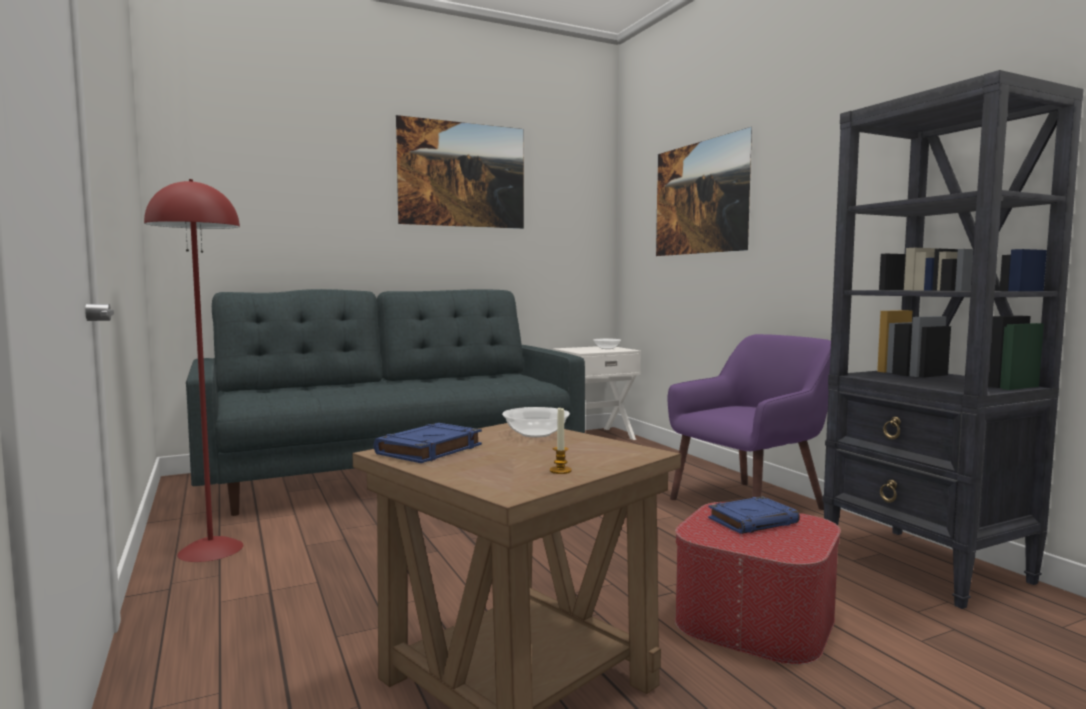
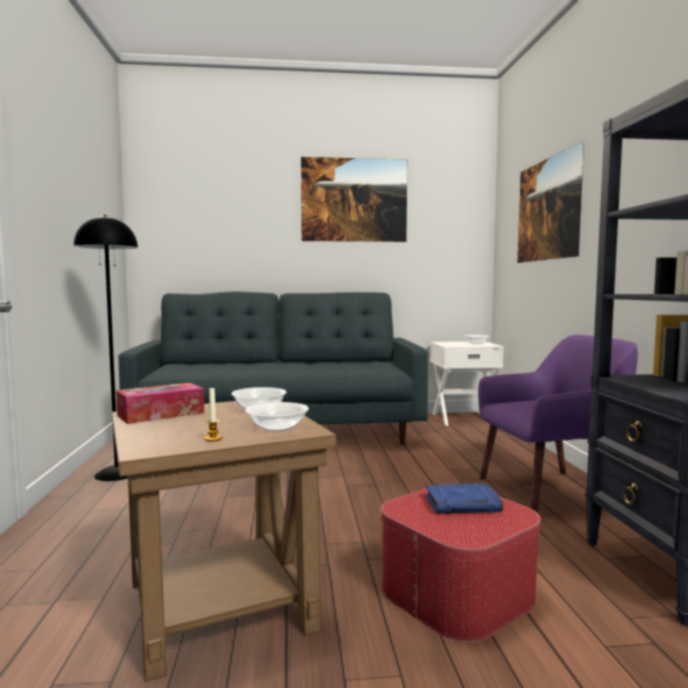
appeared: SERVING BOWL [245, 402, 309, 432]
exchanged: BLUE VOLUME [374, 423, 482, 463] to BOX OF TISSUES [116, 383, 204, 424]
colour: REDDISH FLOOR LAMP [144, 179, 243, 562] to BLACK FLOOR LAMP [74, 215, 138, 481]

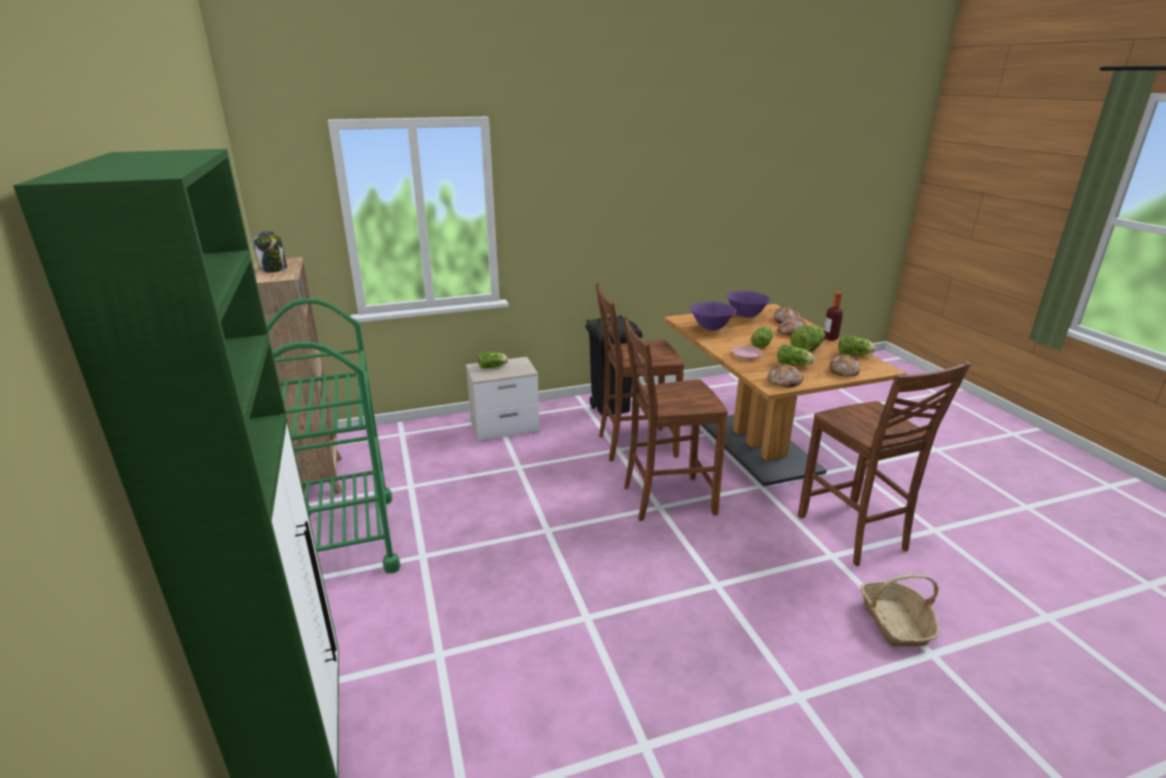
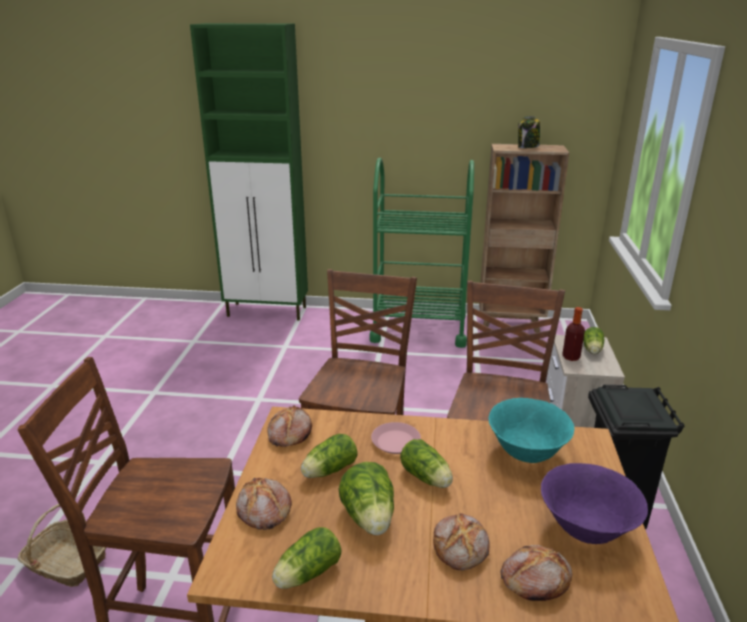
relocated: DRINK BOTTLE [824, 292, 843, 341] to [562, 307, 585, 361]
colour: PURPLE SERVING BOWL [690, 302, 737, 331] to TURQUOISE SERVING BOWL [489, 398, 575, 463]

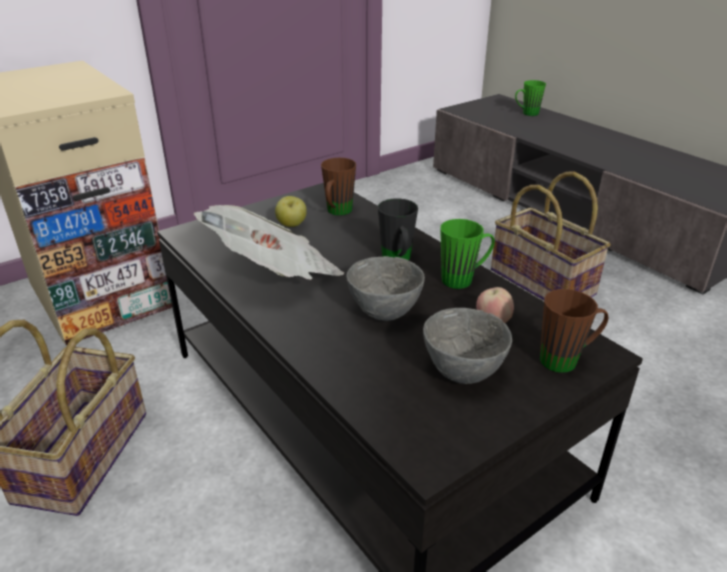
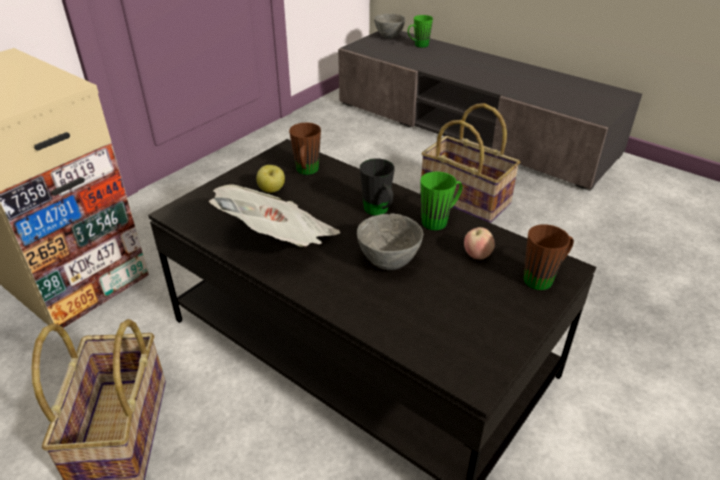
relocated: GREYISH SERVING BOWL [423, 308, 512, 384] to [374, 14, 406, 39]

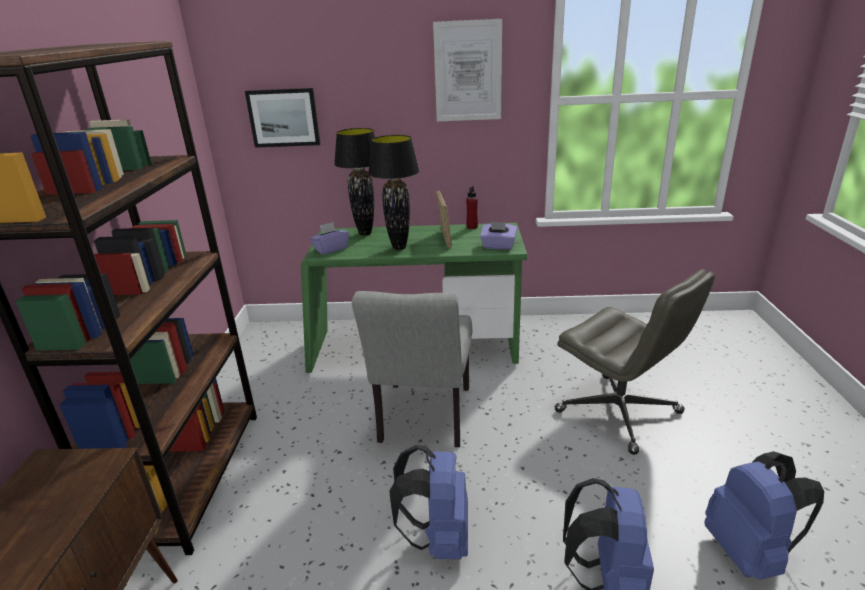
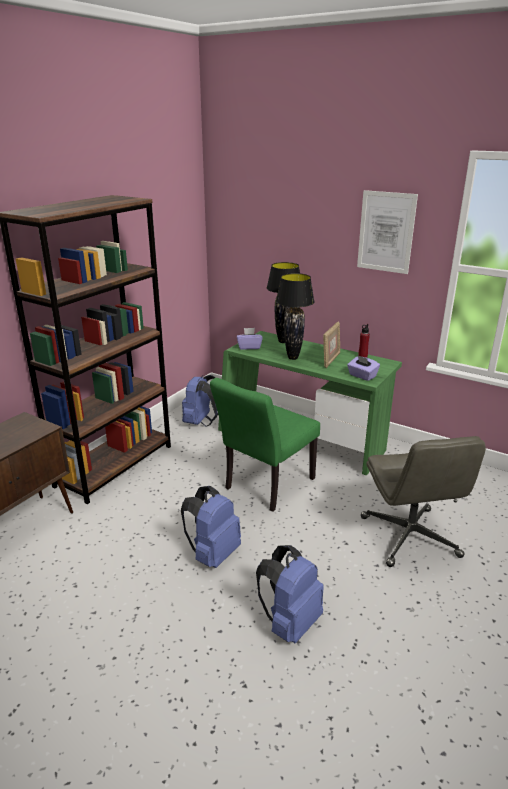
missing: WALL PICTURE [245, 88, 320, 148]
relocated: BLUE BACKPACK [704, 451, 824, 580] to [182, 375, 218, 427]
colour: GREYISH CHAIR [352, 291, 472, 447] to GREEN CHAIR [210, 378, 320, 512]

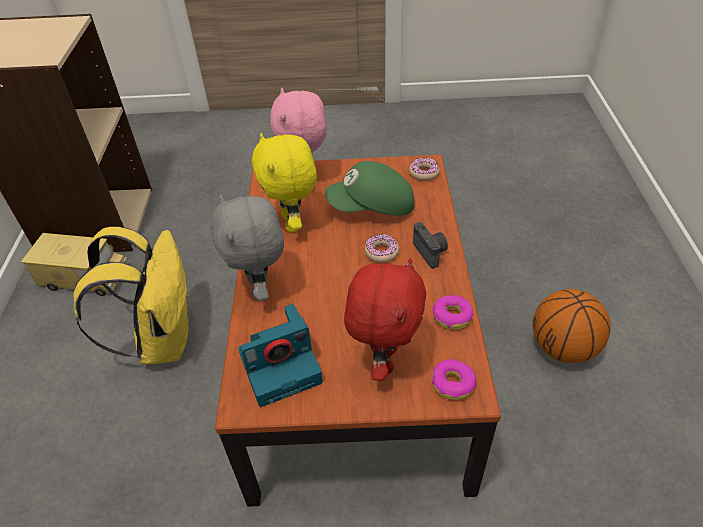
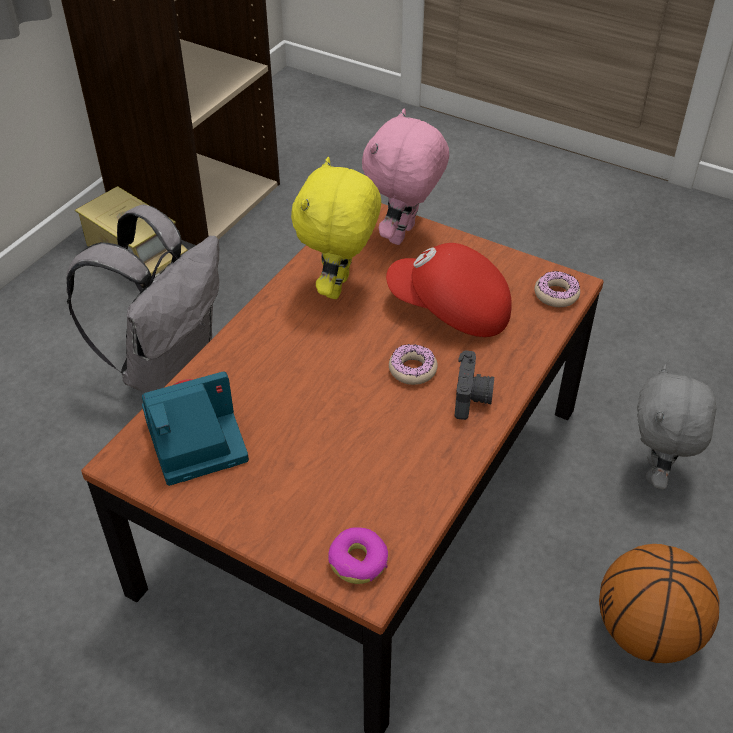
missing: REDDISH PLUSH TOY [344, 258, 426, 381]; DOUGHNUT [432, 295, 474, 329]
relocated: GREYISH PLUSH TOY [211, 194, 284, 301] to [637, 364, 716, 489]
colour: YELLOWISH BACKPACK [73, 226, 190, 364] to GREYISH BACKPACK [66, 205, 219, 393]; GREEN CAP [325, 161, 414, 215] to REDDISH CAP [386, 243, 512, 337]
spun: PHOTO CAMERA [238, 304, 323, 407] = [142, 372, 249, 486] 150 degrees clockwise

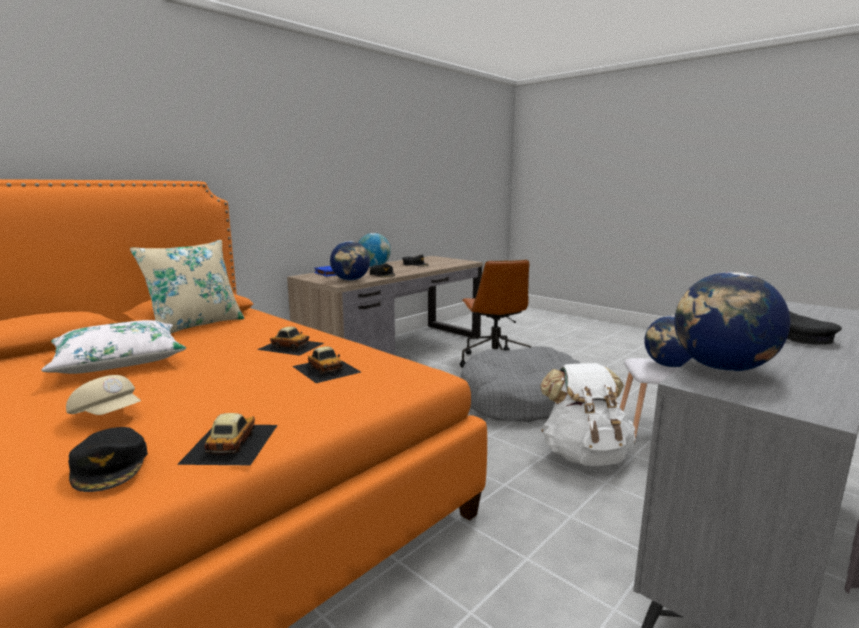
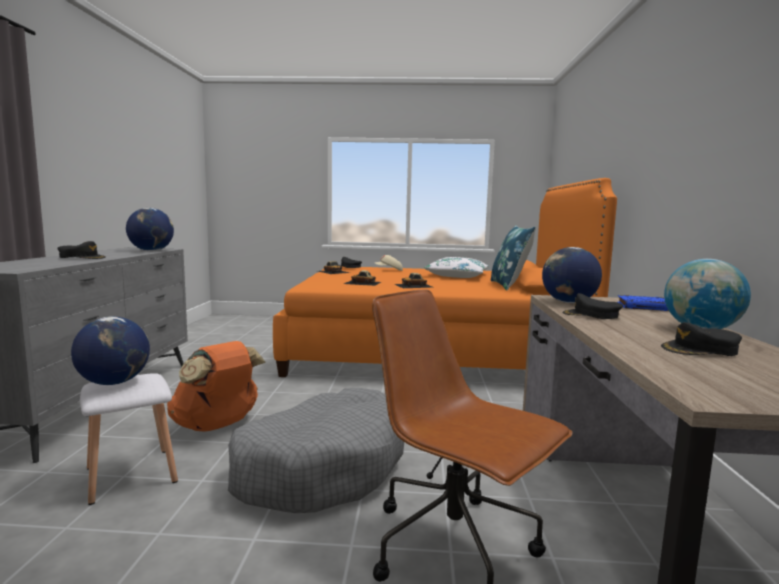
colour: BEIGE-COLOURED THROW PILLOW [130, 240, 245, 333] to BLUE THROW PILLOW [491, 225, 536, 291]; WHITISH BACKPACK [540, 363, 635, 466] to ORANGEY BACKPACK [167, 341, 266, 432]

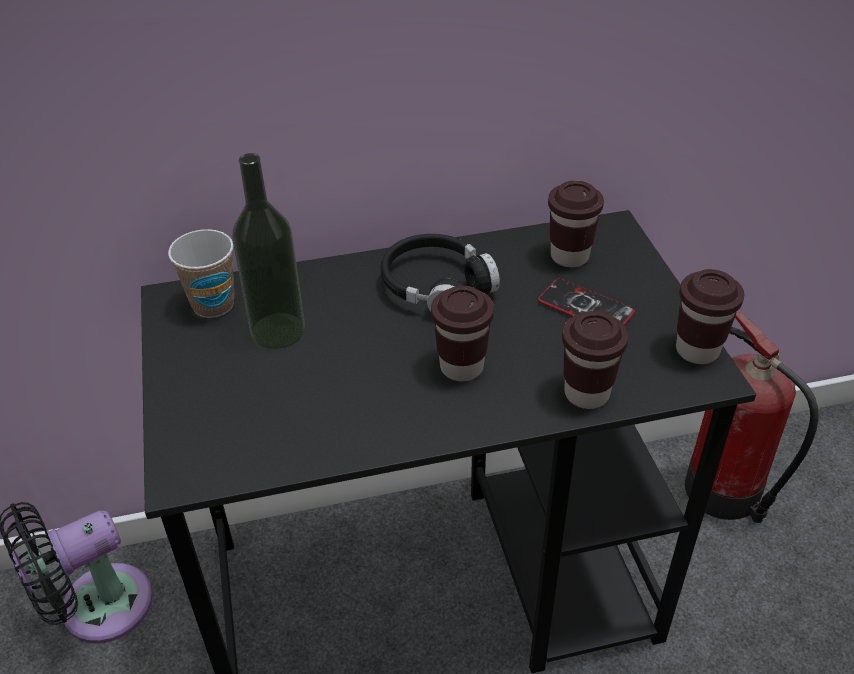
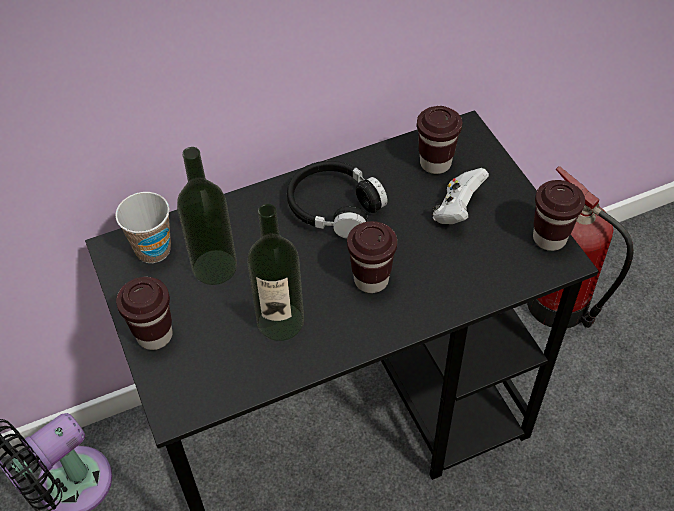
appeared: DRINK BOTTLE [247, 204, 304, 341]
relocated: BROWN CUP [562, 311, 629, 409] to [116, 277, 173, 350]
exchanged: PHONE [538, 278, 635, 326] to WHITISH JOYPAD [432, 168, 489, 224]

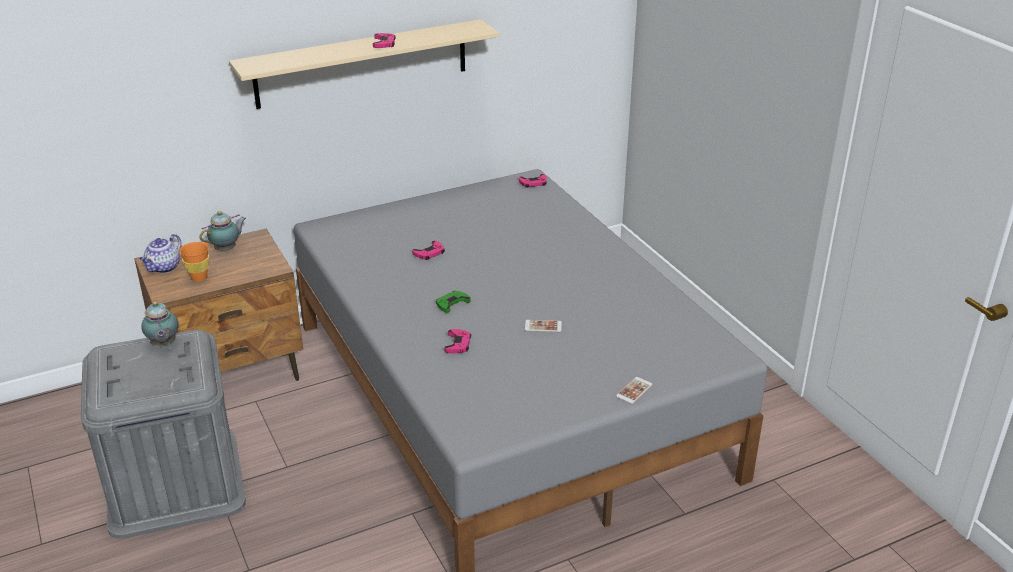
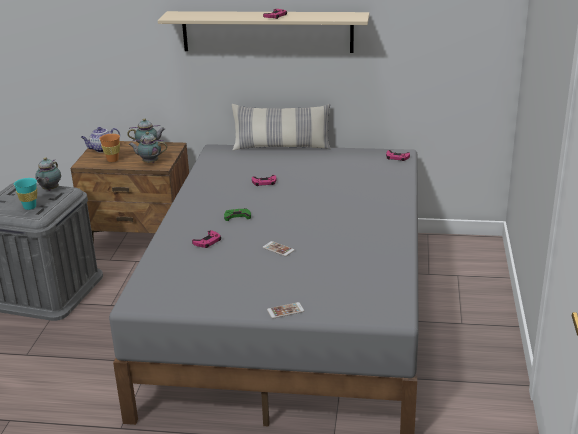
appeared: TURQUOISE CUP [14, 178, 37, 210]; TEAPOT [128, 132, 167, 163]; THROW PILLOW [232, 104, 331, 150]

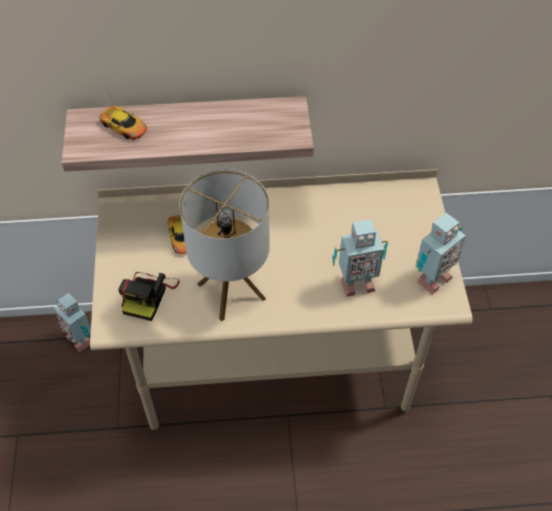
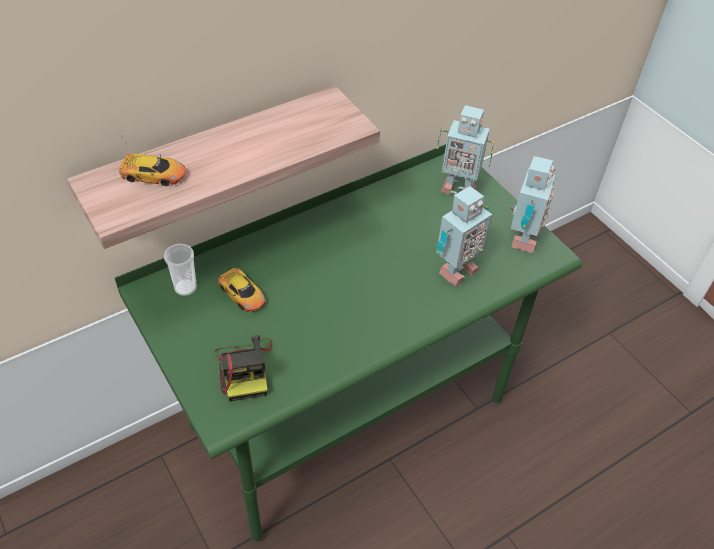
missing: TABLE LAMP [179, 169, 270, 321]
appeared: CUP [164, 244, 197, 296]
relocated: MODEL ROBOT [54, 293, 91, 352] to [437, 105, 494, 195]
colour: BEIGE-COLOURED DESK UNIT [90, 169, 473, 431] to GREEN DESK UNIT [115, 144, 582, 543]

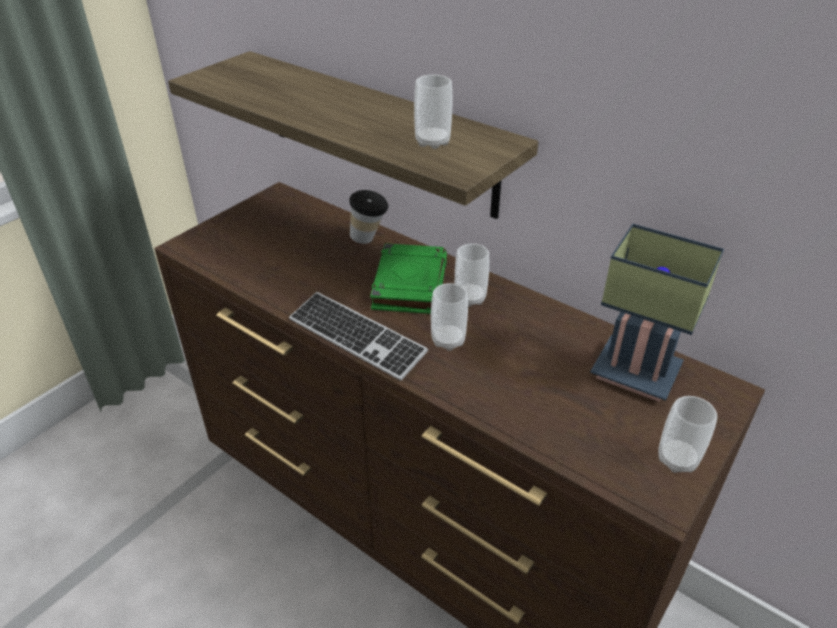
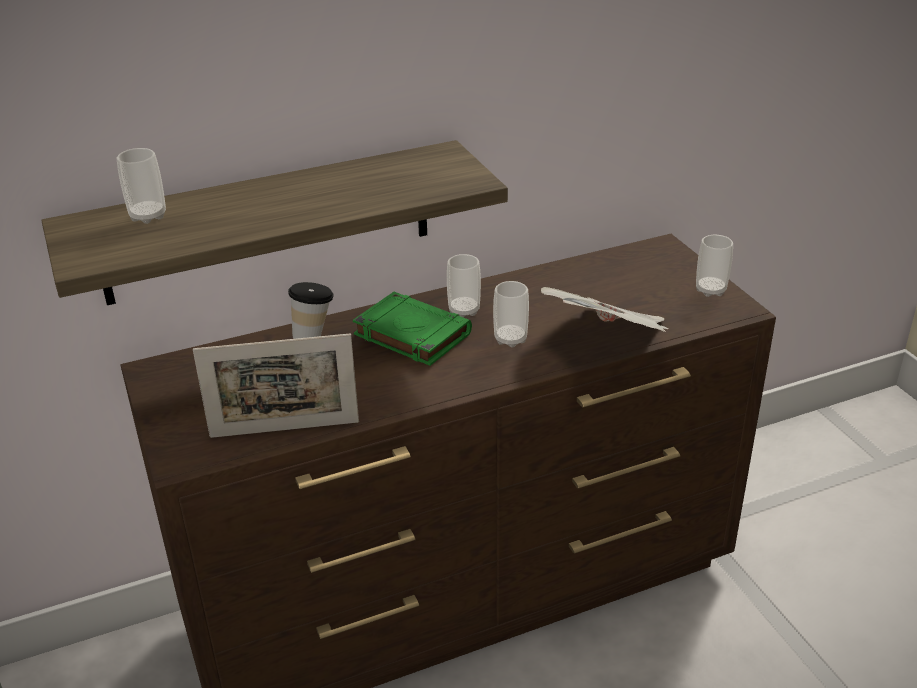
missing: PC KEYBOARD [289, 292, 428, 381]; TABLE LAMP [590, 224, 724, 402]
appeared: PICTURE FRAME [193, 334, 359, 438]; DAILY PAPER [541, 287, 669, 332]
relocated: CUP [414, 75, 452, 149] to [117, 148, 166, 224]

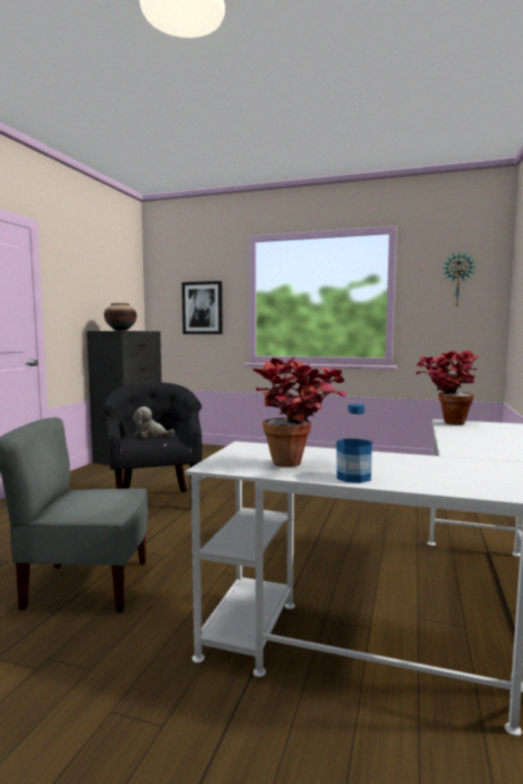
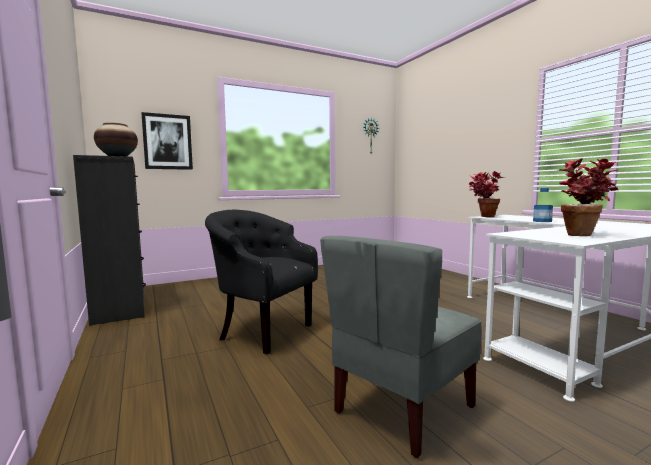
missing: PLUSH TOY [133, 407, 174, 437]
relocated: DRINK BOTTLE [336, 404, 372, 483] to [533, 188, 553, 222]

